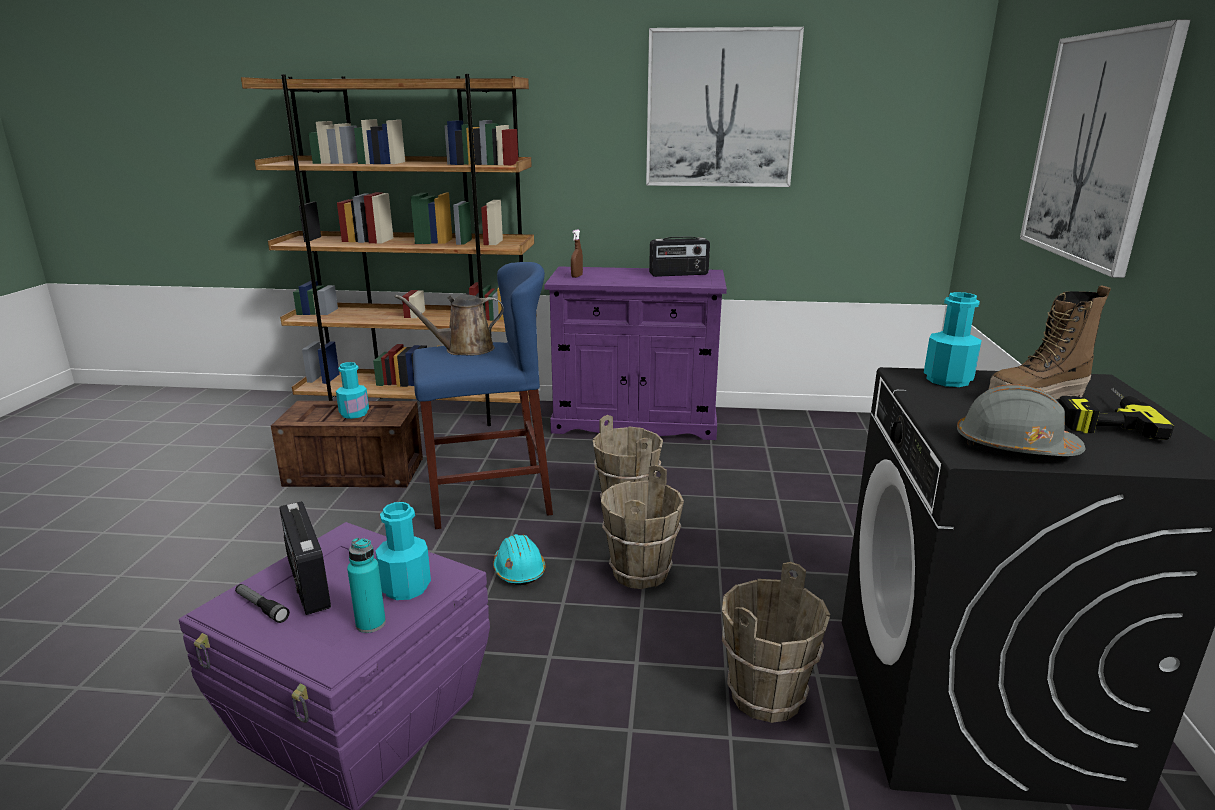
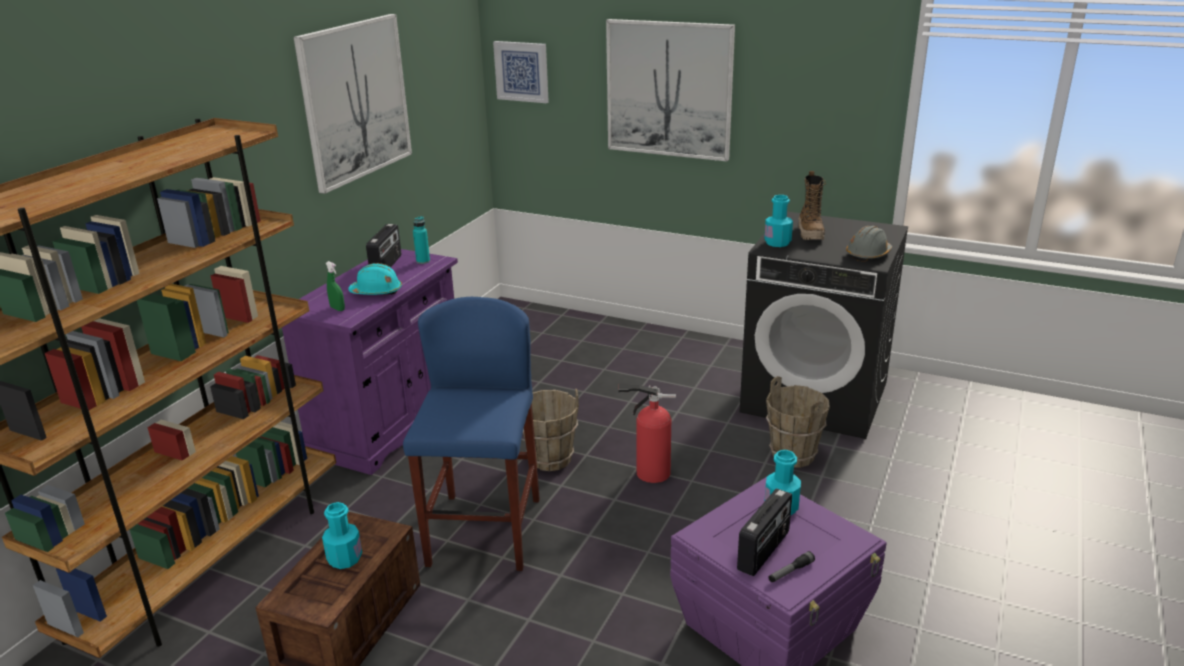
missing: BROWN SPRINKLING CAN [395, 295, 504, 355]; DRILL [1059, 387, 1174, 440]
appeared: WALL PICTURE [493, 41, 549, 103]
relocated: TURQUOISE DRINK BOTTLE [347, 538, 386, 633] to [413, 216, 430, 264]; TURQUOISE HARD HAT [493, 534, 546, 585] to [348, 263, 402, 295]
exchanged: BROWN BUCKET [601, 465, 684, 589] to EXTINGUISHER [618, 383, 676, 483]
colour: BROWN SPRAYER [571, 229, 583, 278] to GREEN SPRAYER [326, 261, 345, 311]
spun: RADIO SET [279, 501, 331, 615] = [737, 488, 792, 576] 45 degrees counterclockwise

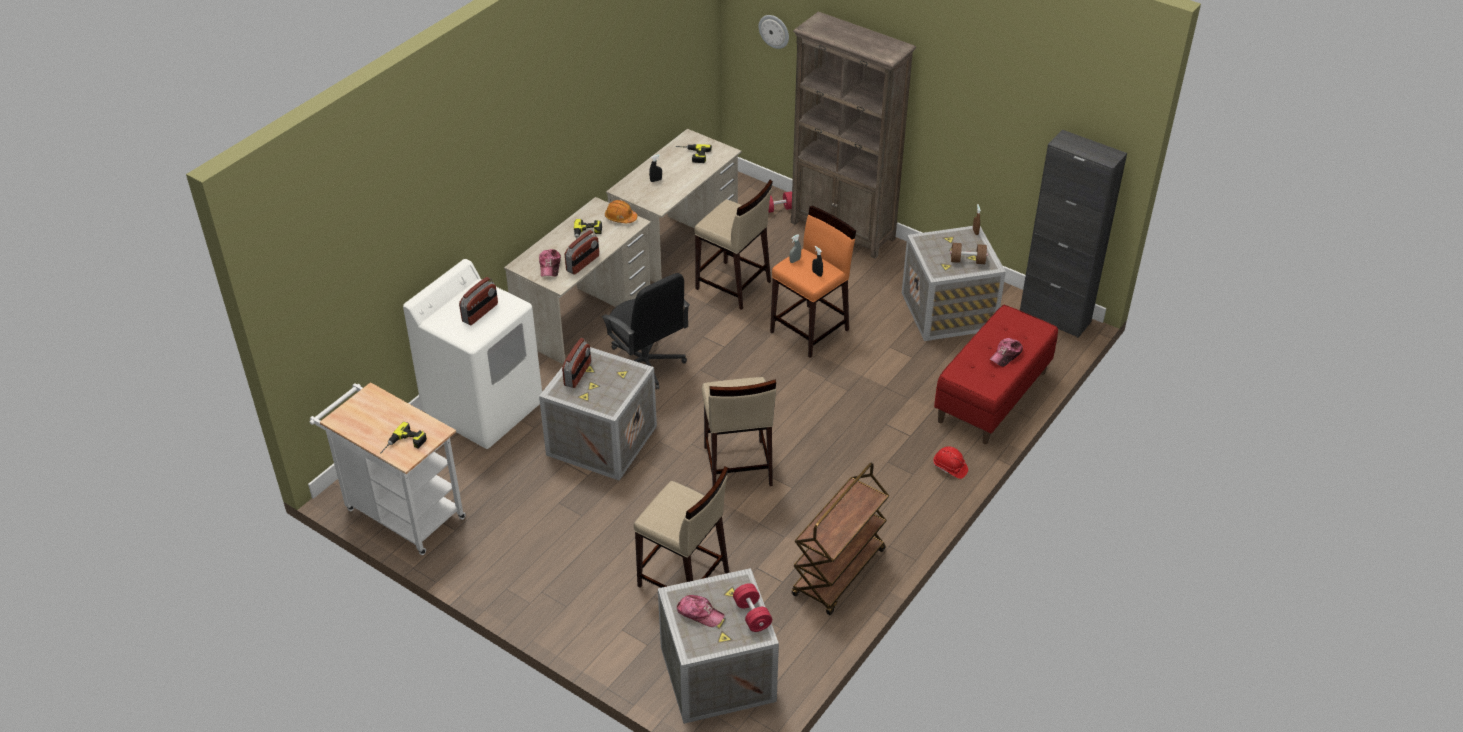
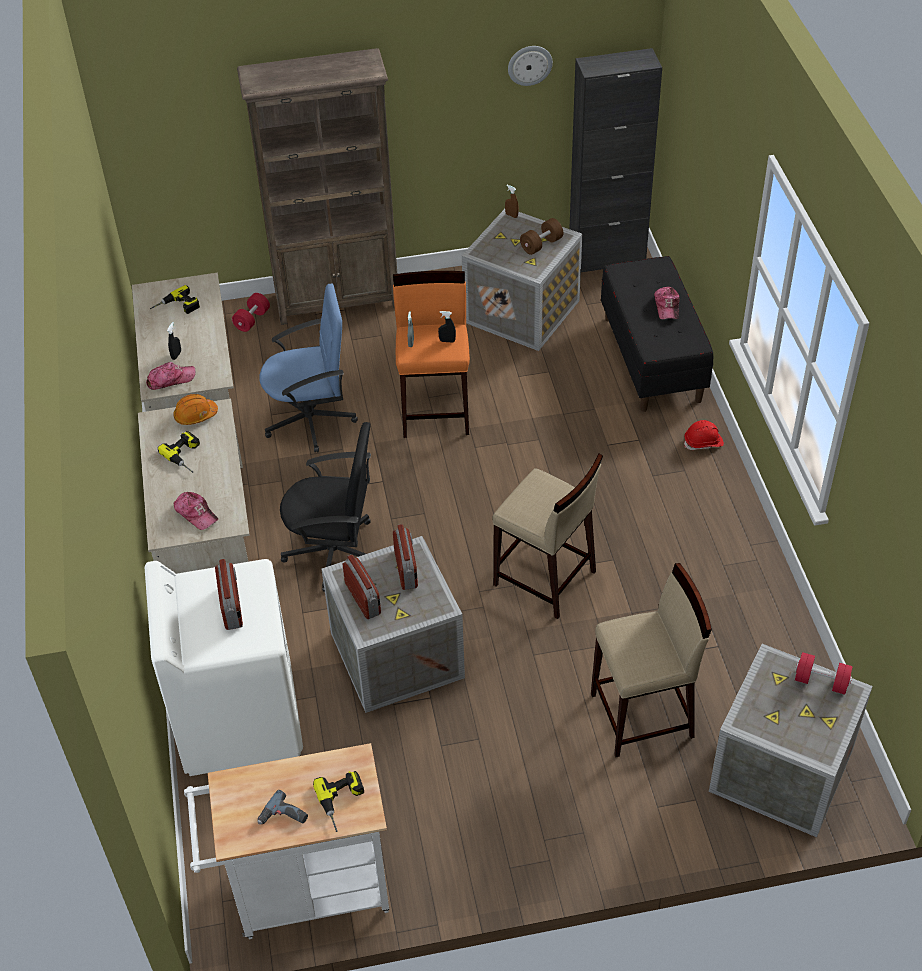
missing: BROWN WHEELED CART [792, 463, 889, 615]
appeared: DRILL [257, 790, 308, 825]
relocated: RADIO SET [565, 230, 599, 275] to [393, 524, 418, 590]; CAP [677, 595, 725, 627] to [146, 362, 196, 390]; HANGING CLOCK [758, 15, 789, 49] to [508, 46, 553, 86]
exchanged: BEIGE-COLOURED STOOL [694, 180, 773, 310] to BLUE OFFICE CHAIR [259, 284, 358, 453]
colour: REDDISH BENCH [934, 305, 1058, 444] to BLACK BENCH [601, 256, 713, 412]

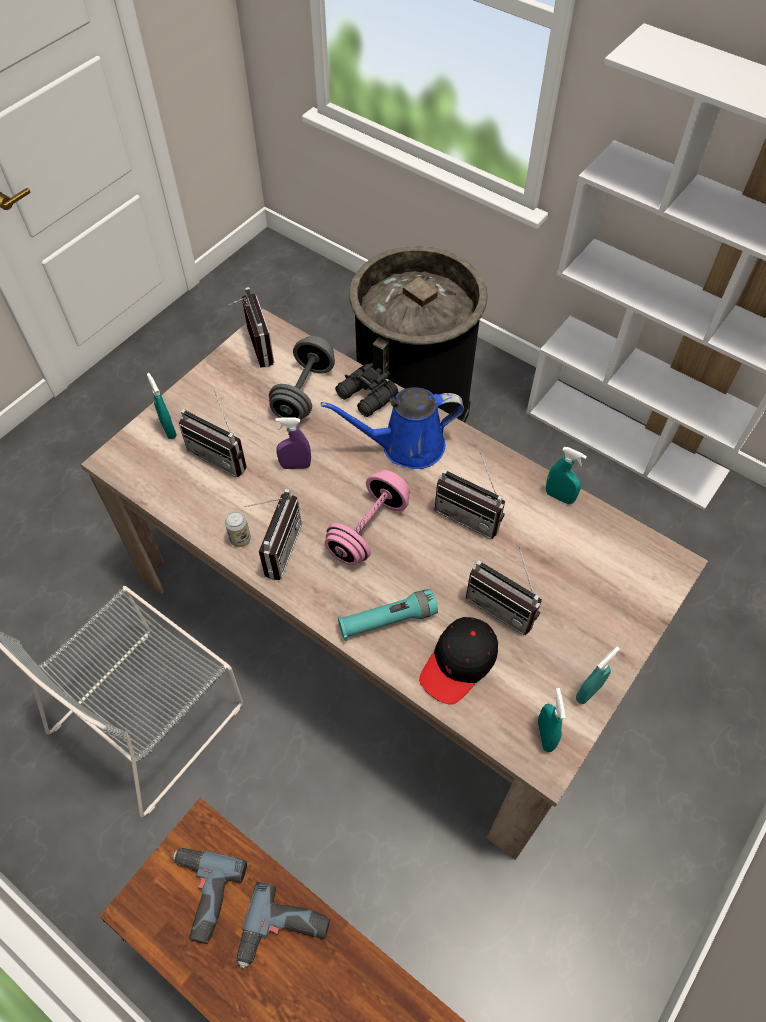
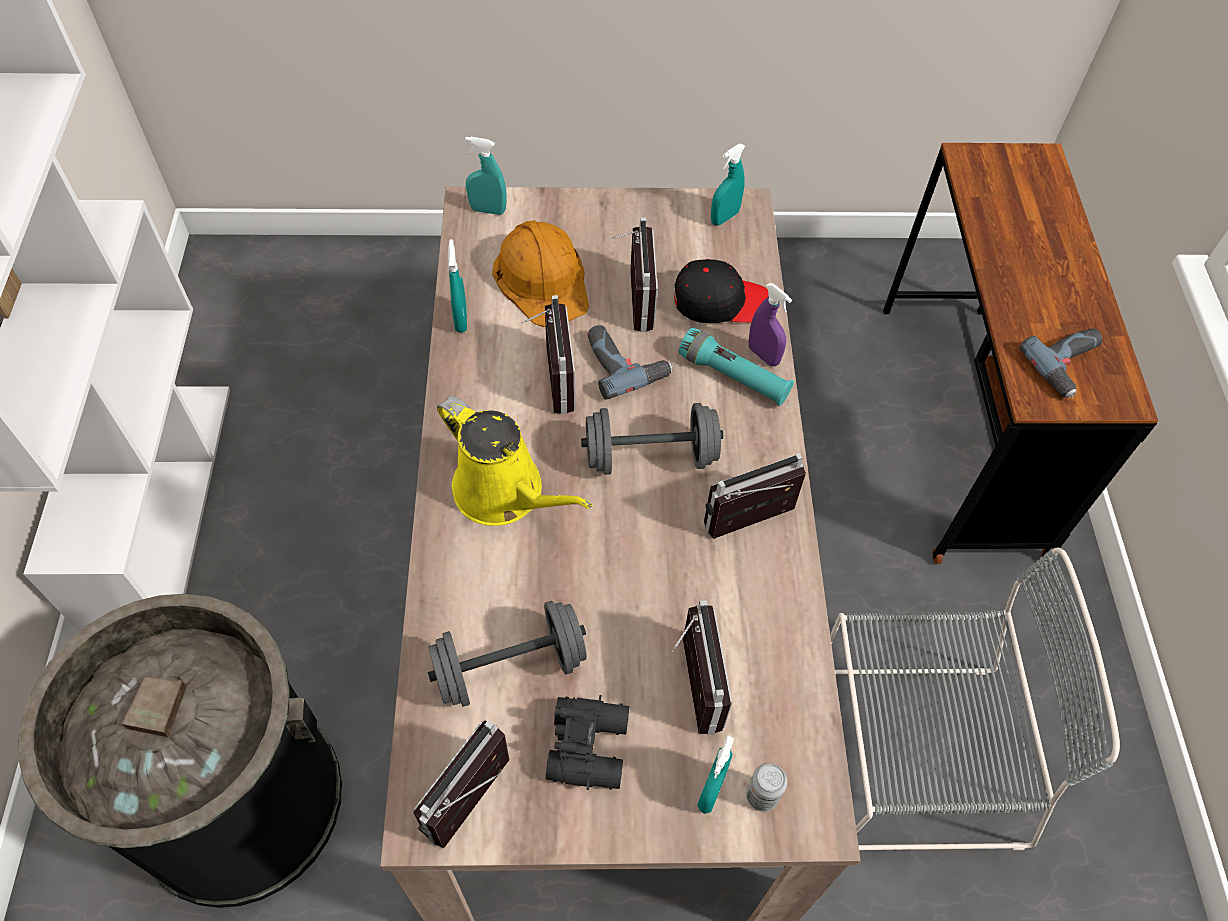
appeared: ORANGEY HARD HAT [492, 220, 589, 327]
relocated: CAN [225, 511, 251, 547] to [746, 763, 787, 812]; DRILL [236, 882, 330, 968] to [587, 325, 673, 400]; PURPLE SPRAYER [276, 417, 311, 469] to [748, 283, 792, 366]; BLACK PAIR OF BINOCULARS [335, 363, 398, 417] to [546, 695, 630, 790]; TURQUOISE SPRAYER [576, 647, 620, 704] to [465, 137, 507, 215]
colour: BLUE SPRINKLING CAN [321, 387, 464, 469] to YELLOWISH SPRINKLING CAN [437, 396, 592, 526]; PINKISH FREE WEIGHT [325, 470, 410, 565] to GREYISH FREE WEIGHT [581, 403, 723, 475]

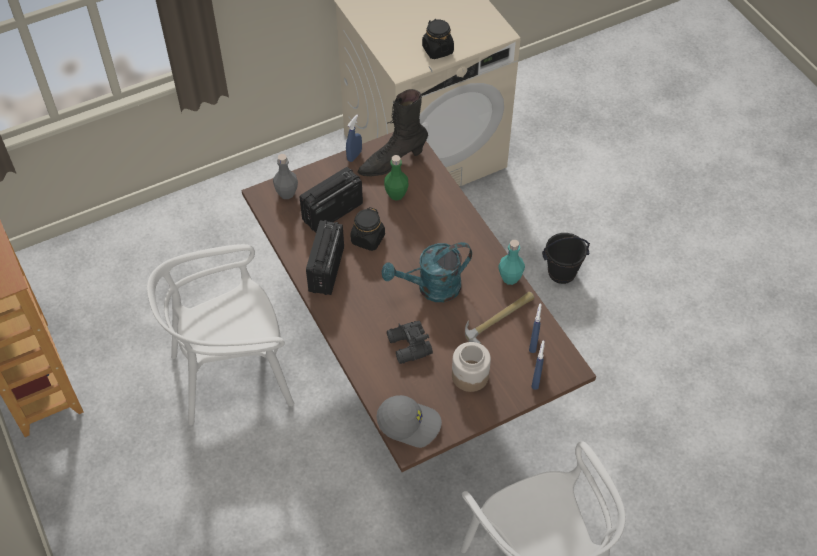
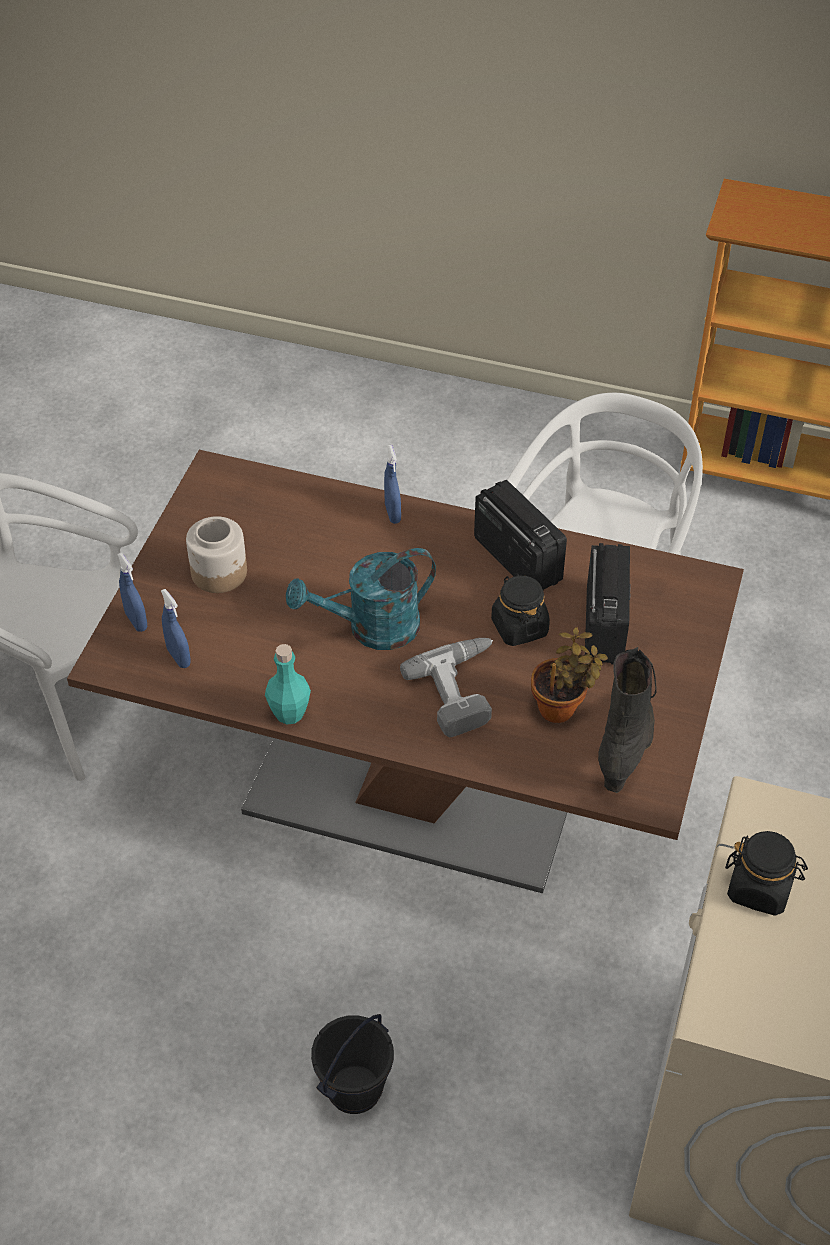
missing: GREYISH DRINK BOTTLE [273, 154, 298, 199]; GREYISH CAP [377, 395, 442, 448]; BLACK PAIR OF BINOCULARS [387, 321, 433, 364]; HAND HAMMER [465, 292, 534, 344]
appeared: DRILL [400, 638, 493, 738]
relocated: BLUE SPRAYER [346, 115, 362, 162] to [384, 445, 401, 524]
exchanged: GREEN DRINK BOTTLE [384, 155, 408, 201] to HOUSEPLANT [531, 627, 608, 723]
spun: TURQUOISE SPRINKLING CAN [382, 242, 472, 302] = [286, 548, 436, 650] 135 degrees counterclockwise

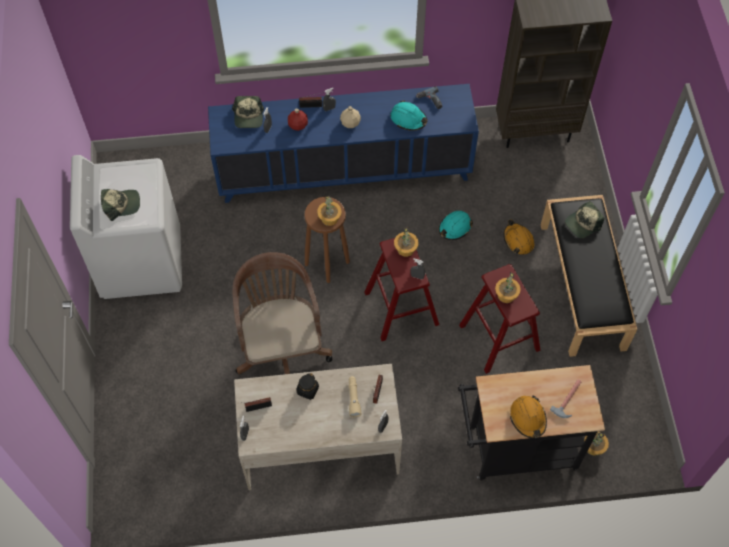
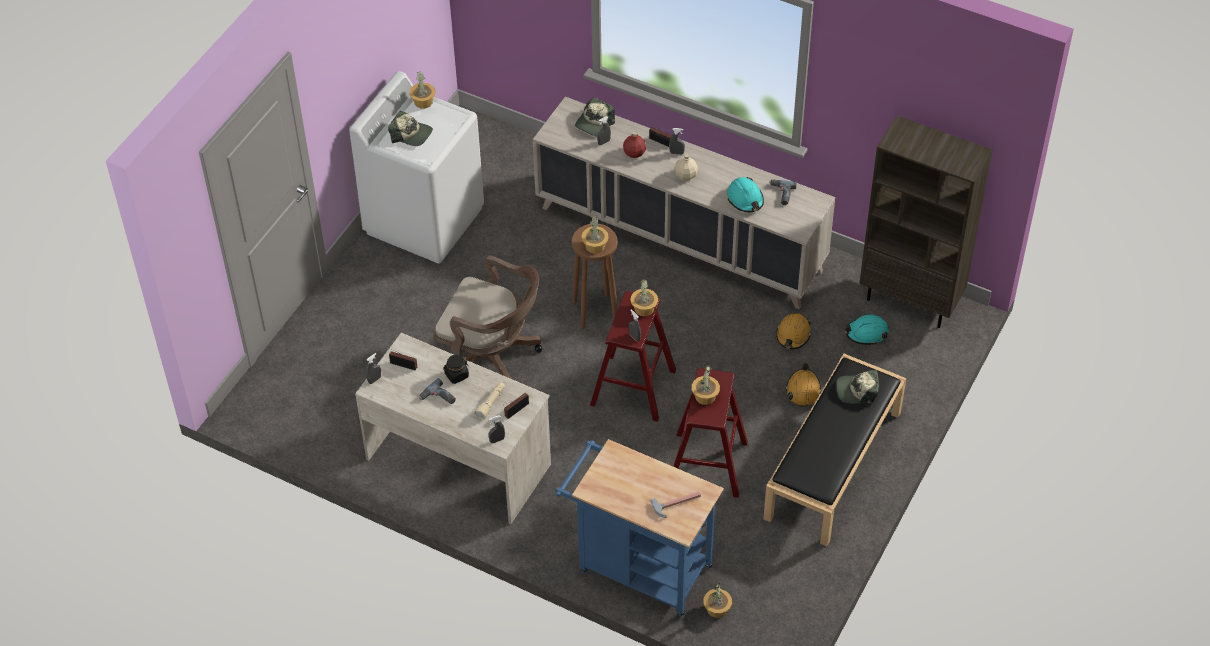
appeared: HOUSEPLANT [409, 71, 435, 109]; DRILL [419, 378, 456, 404]
relocated: TURQUOISE HARD HAT [439, 211, 473, 240] to [845, 315, 888, 345]; ORANGEY HARD HAT [510, 395, 547, 438] to [776, 313, 812, 349]
colour: BLUE CABINET [208, 84, 479, 203] to BEIGE-COLOURED CABINET [533, 97, 835, 309]; BLACK WHEELED CART [458, 365, 605, 480] to BLUE WHEELED CART [555, 439, 724, 617]
spun: BROWN OFFICE CHAIR [233, 252, 332, 374] = [433, 255, 542, 379] 90 degrees clockwise

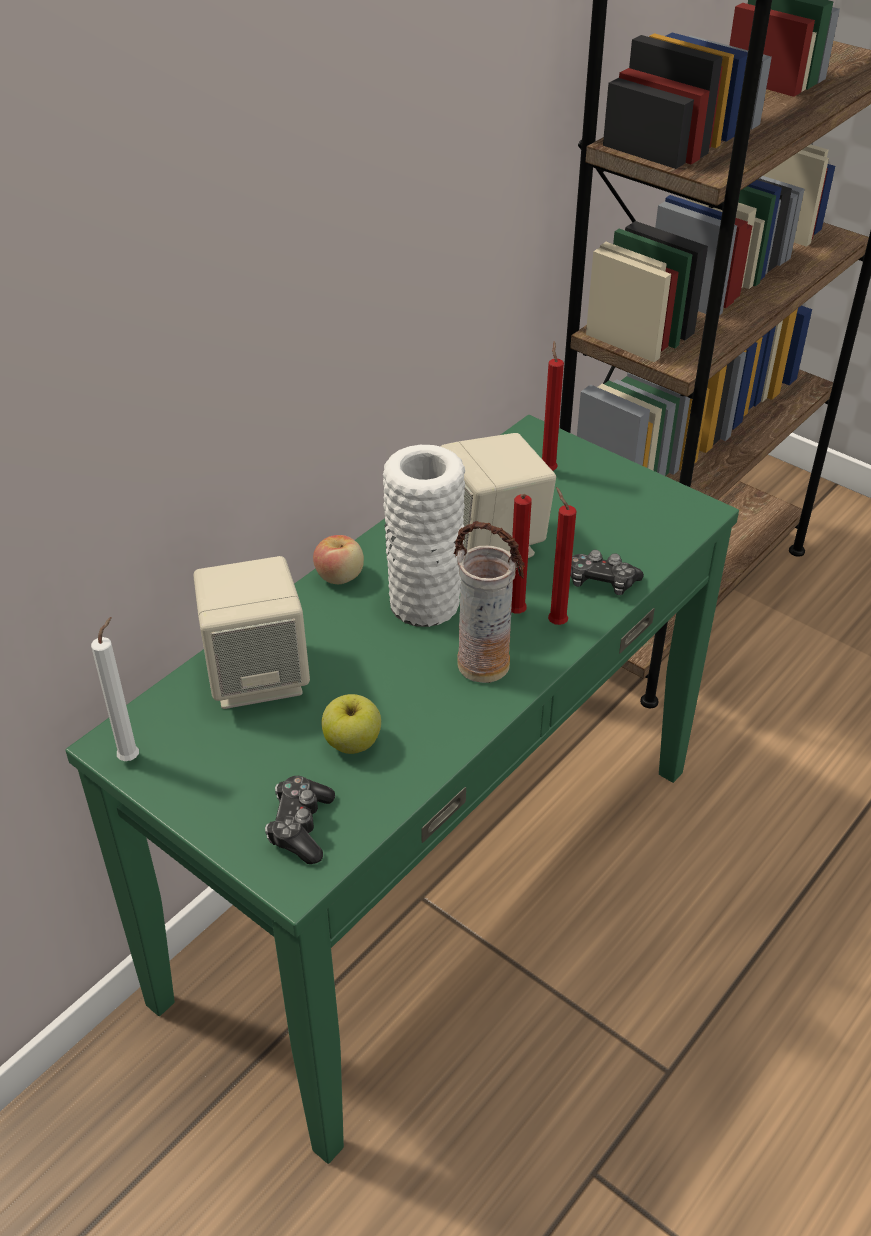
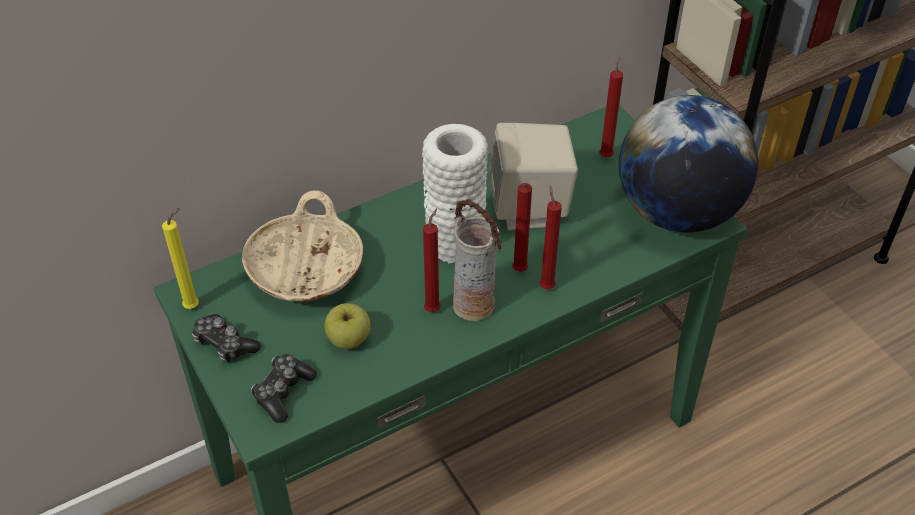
missing: APPLE [313, 535, 364, 584]
appeared: REDDISH CANDLE [423, 208, 441, 312]; GLOBE [619, 95, 758, 232]
relocated: JOYPAD [570, 550, 644, 595] to [192, 314, 261, 363]
exchanged: BEIGE-COLOURED AUDIO SPEAKER [193, 556, 310, 709] to BEIGE-COLOURED SERVING BOWL [242, 190, 363, 302]
colour: WHITISH CANDLE [91, 617, 139, 761] to YELLOWISH CANDLE [162, 208, 199, 309]

